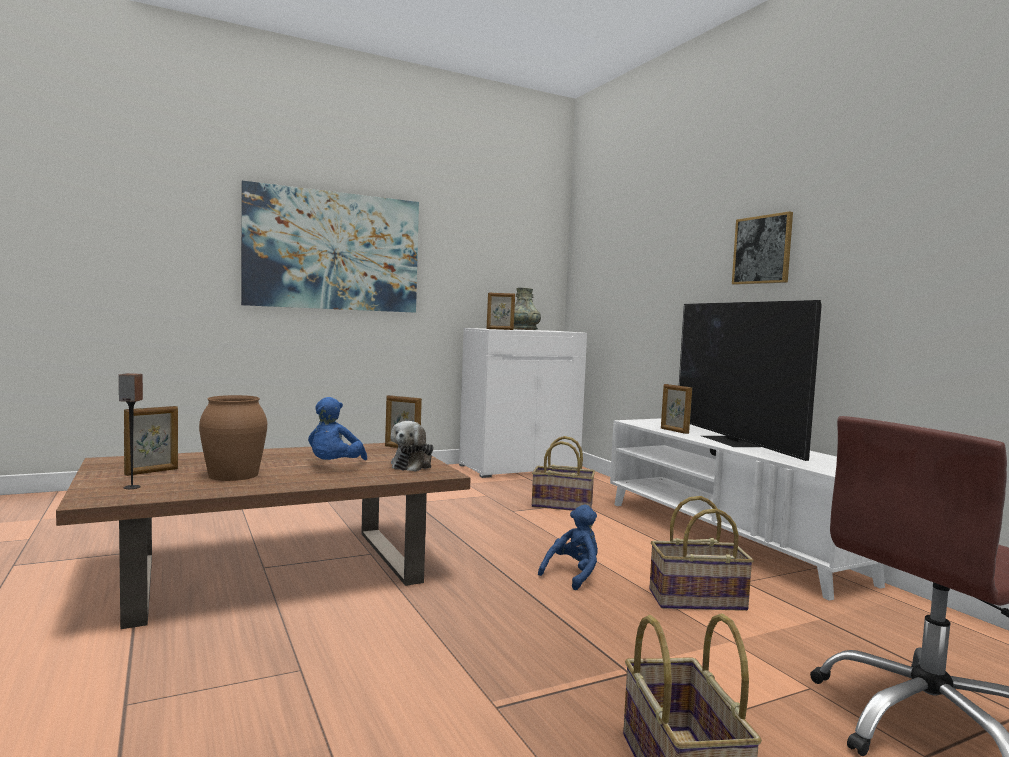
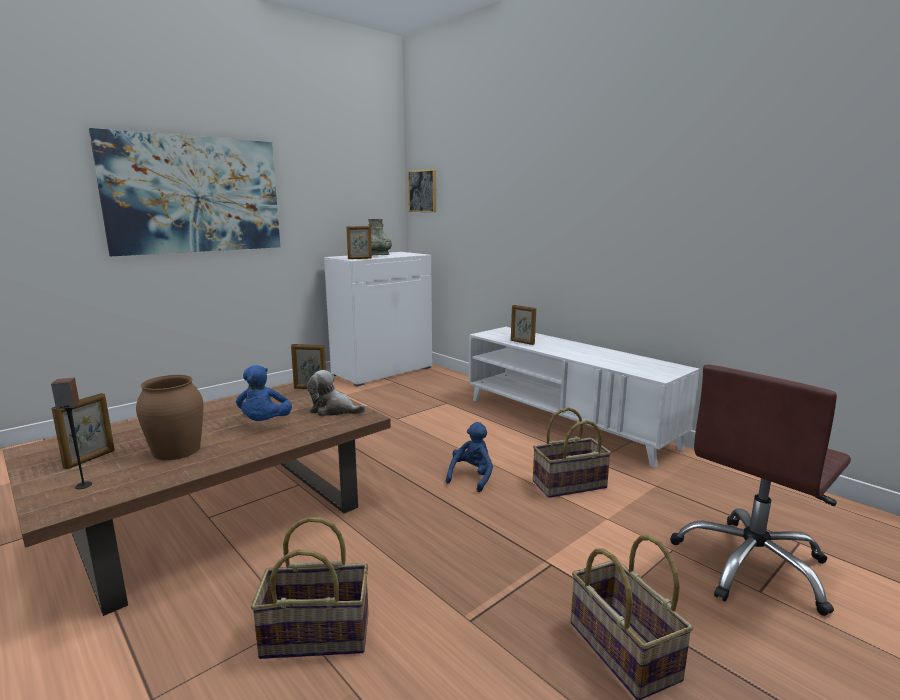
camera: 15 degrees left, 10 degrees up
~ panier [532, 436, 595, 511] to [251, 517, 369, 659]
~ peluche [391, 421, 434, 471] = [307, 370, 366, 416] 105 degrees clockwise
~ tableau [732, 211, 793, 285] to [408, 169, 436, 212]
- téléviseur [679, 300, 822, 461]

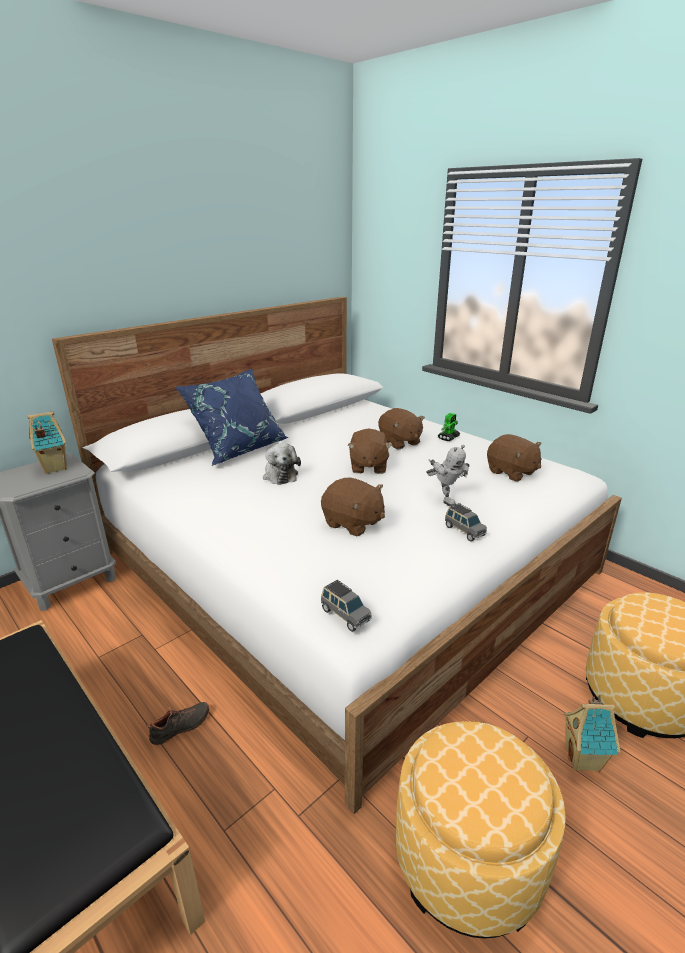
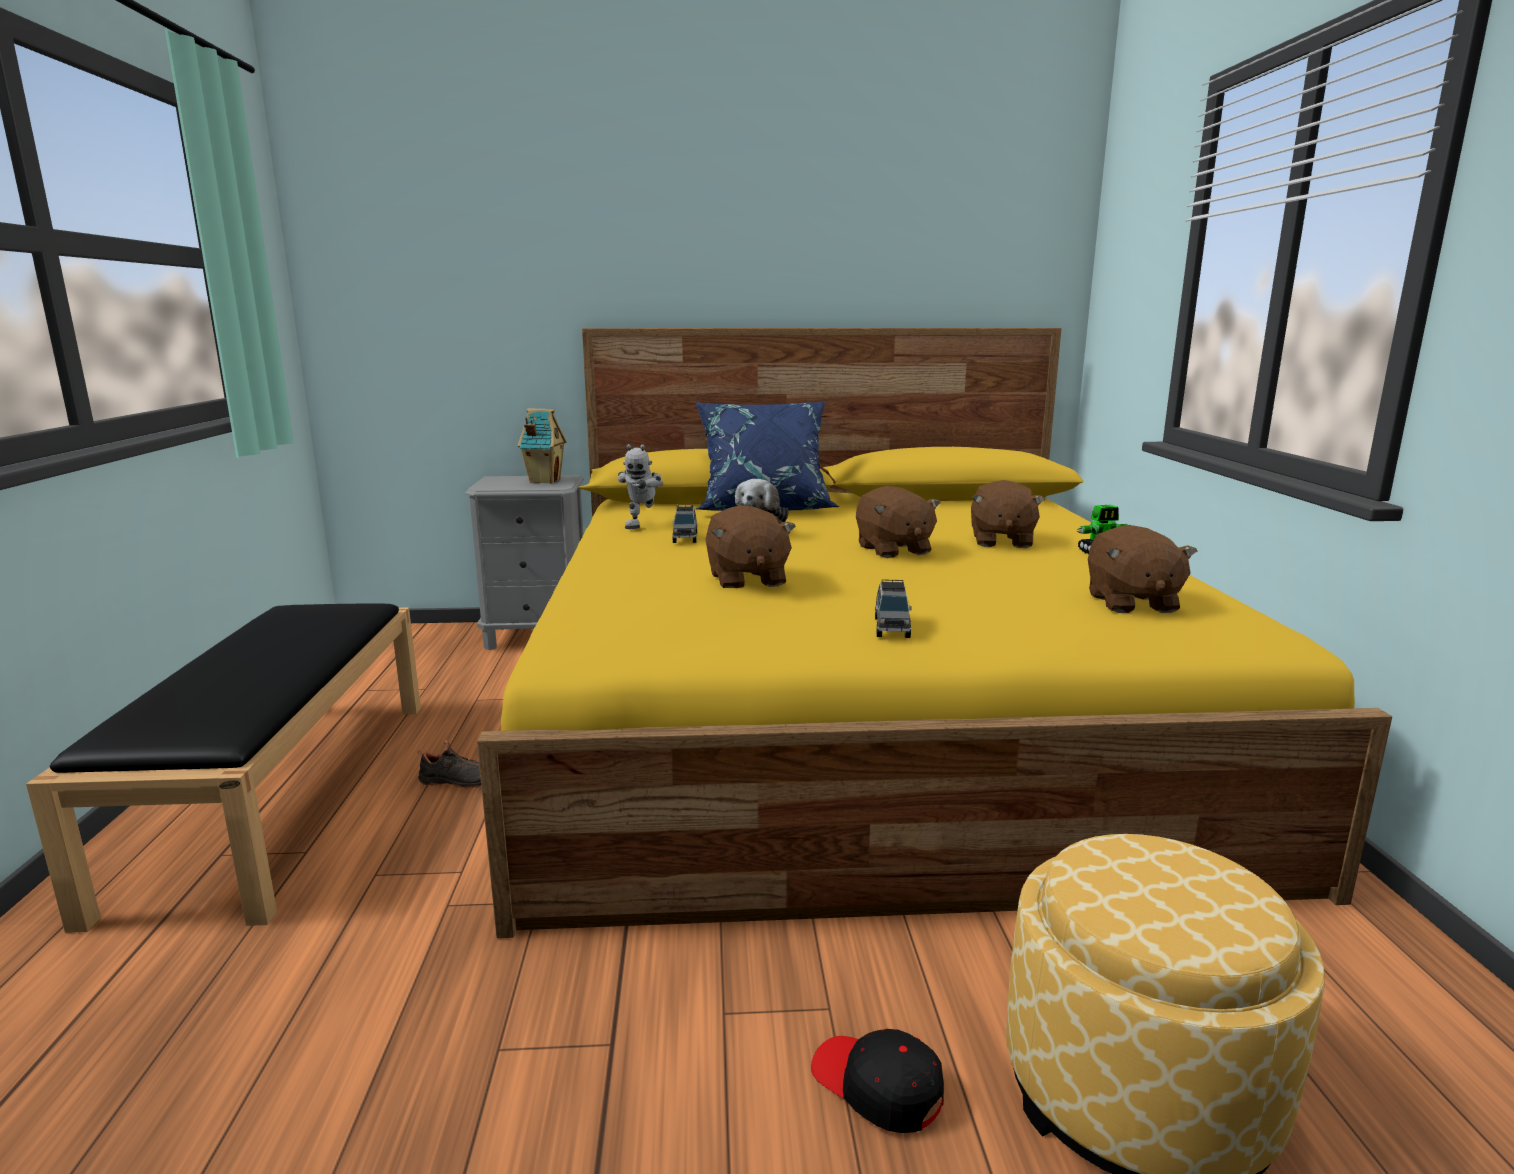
camera: 40 degrees right, 10 degrees down
~ lit [blanc] [52, 297, 622, 814] to lit [jaune] [477, 328, 1392, 938]
~ robot jouet [426, 445, 469, 507] to [618, 444, 663, 529]
~ petite voiture [gris] [321, 580, 372, 632] to [672, 505, 697, 543]
~ maison miniature [563, 695, 621, 772] to casquette [noir] [811, 1029, 944, 1133]
~ peluche [marron] [348, 429, 392, 474] = [856, 486, 940, 558] 60 degrees counterclockwise
- pouf [396, 721, 566, 939]

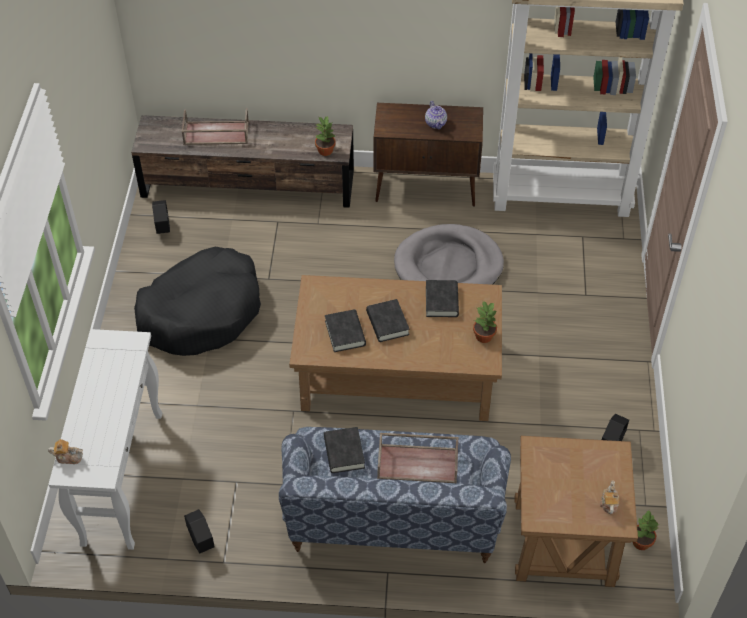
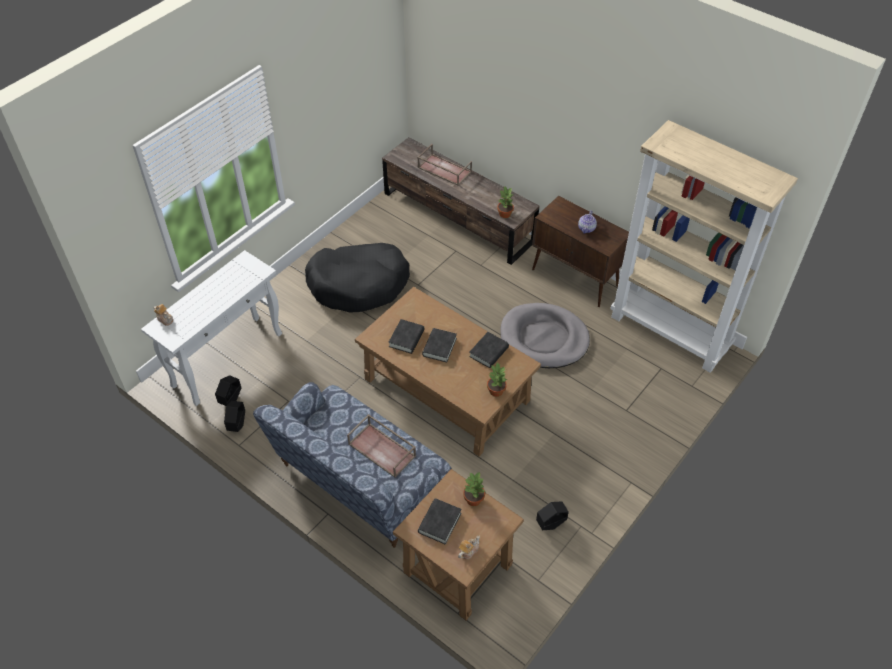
camera: 35 degrees right, 0 degrees up
~ cache-pot [noir] [152, 200, 170, 234] to [215, 375, 241, 406]
~ livre [noir] [324, 427, 365, 473] to [418, 498, 461, 545]
~ plante en pot [633, 510, 659, 550] to [463, 472, 485, 506]

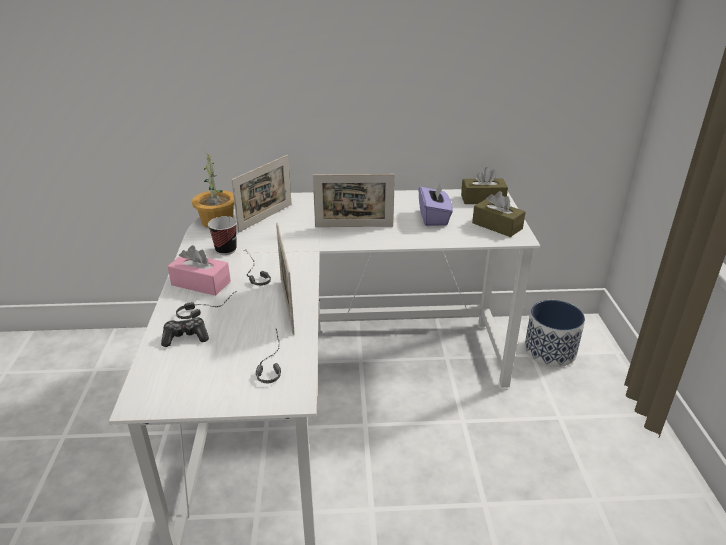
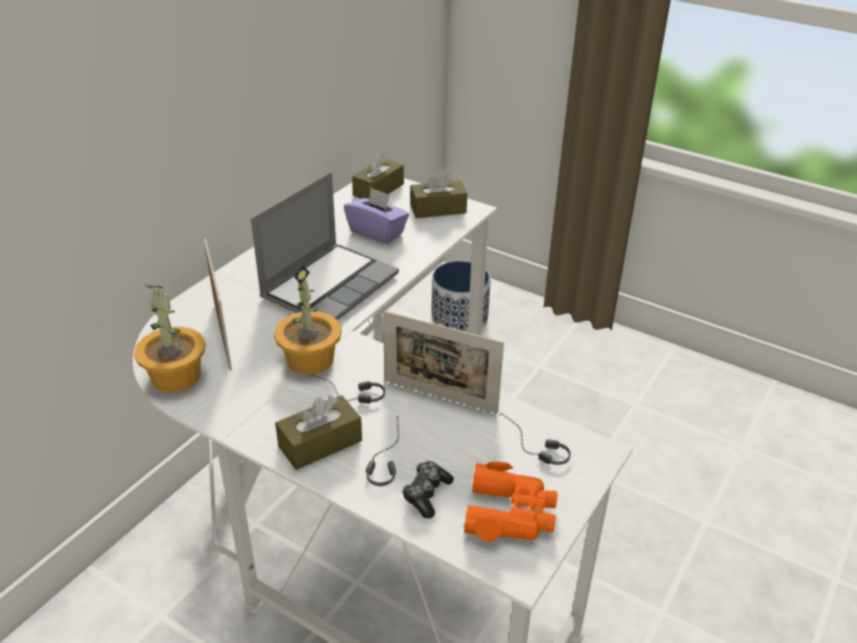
camera: 55 degrees left, 5 degrees up
~ cadre photo [313, 174, 395, 227] to ordinateur portable [251, 172, 399, 320]
+ plante en pot [274, 266, 342, 374]
~ boîte à mouchoirs [rose] [168, 245, 231, 296] to boîte à mouchoirs [marron] [275, 395, 362, 470]
+ jumelles [orange] [464, 462, 558, 542]
- tasse [208, 216, 237, 255]

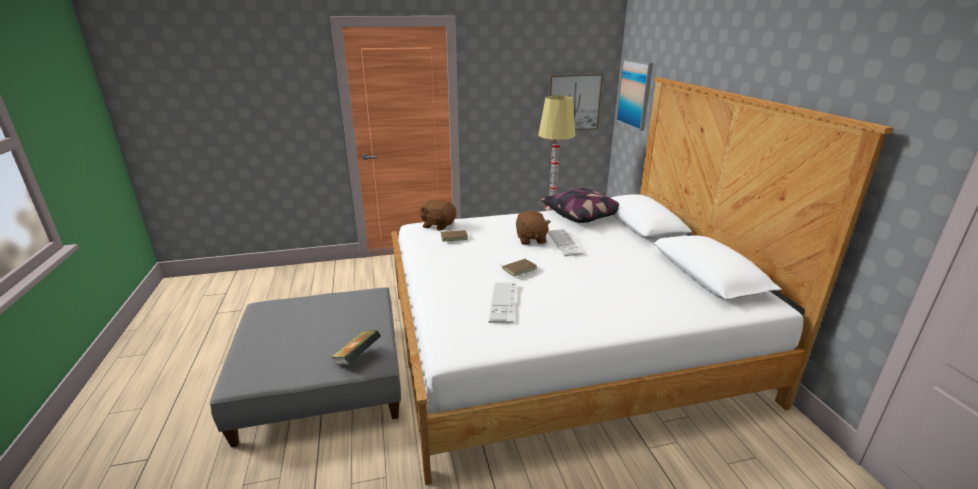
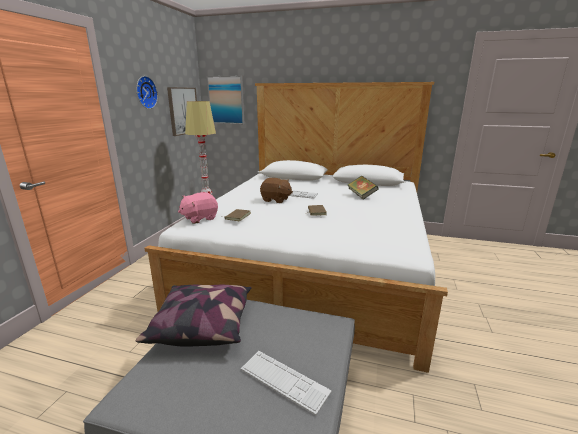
camera: 60 degrees left, 5 degrees down
+ horloge murale [136, 76, 158, 109]
~ coussin [541, 188, 619, 223] to [136, 285, 252, 347]
~ peluche [marron] [420, 199, 456, 231] to peluche [rose] [178, 192, 218, 224]
~ clavier [488, 282, 517, 323] to [241, 351, 332, 415]
~ livre [330, 330, 381, 365] to [348, 176, 379, 200]

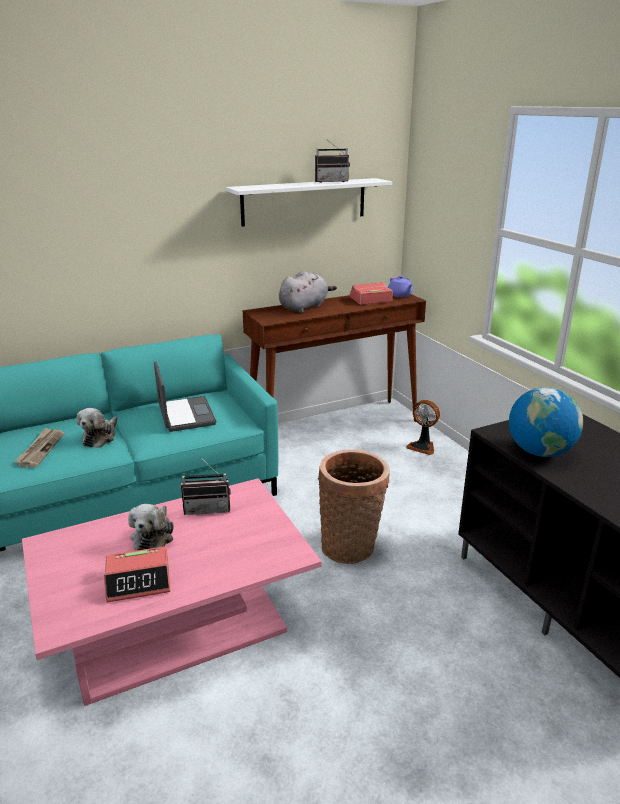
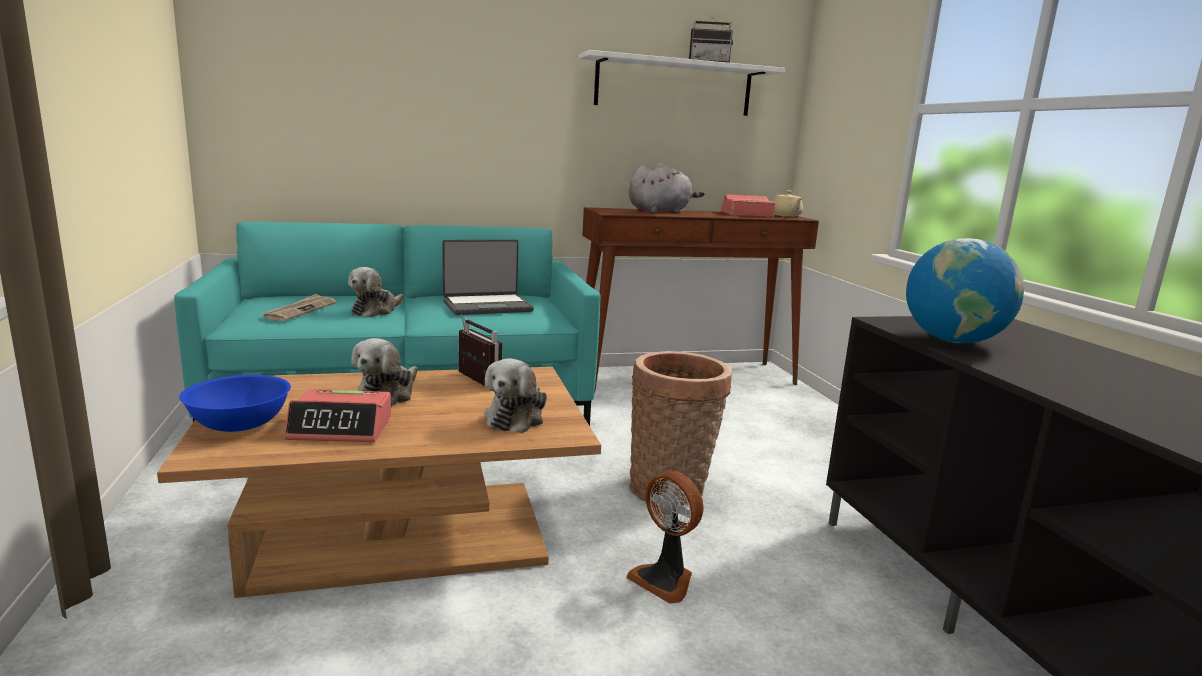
camera: 10 degrees right, 10 degrees down
~ table basse [rose] [22, 478, 322, 706] to table basse [marron] [157, 367, 601, 598]
+ bol [bleu] [179, 375, 291, 432]
~ ordinateur portable [154, 361, 216, 432] = [442, 239, 534, 315] 75 degrees clockwise
~ radio [181, 456, 231, 515] = [459, 314, 503, 386] 135 degrees counterclockwise
+ peluche [484, 358, 547, 433]
~ ventilateur [406, 400, 440, 455] to [626, 471, 704, 604]
~ théière [violet] [388, 275, 413, 297] to théière [beige] [773, 190, 803, 217]

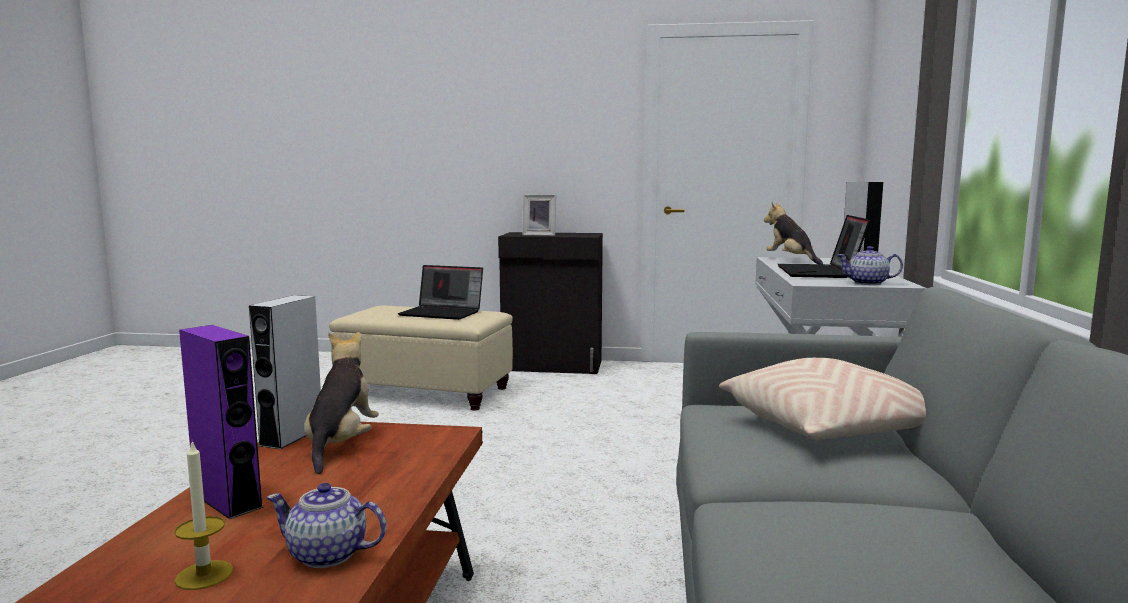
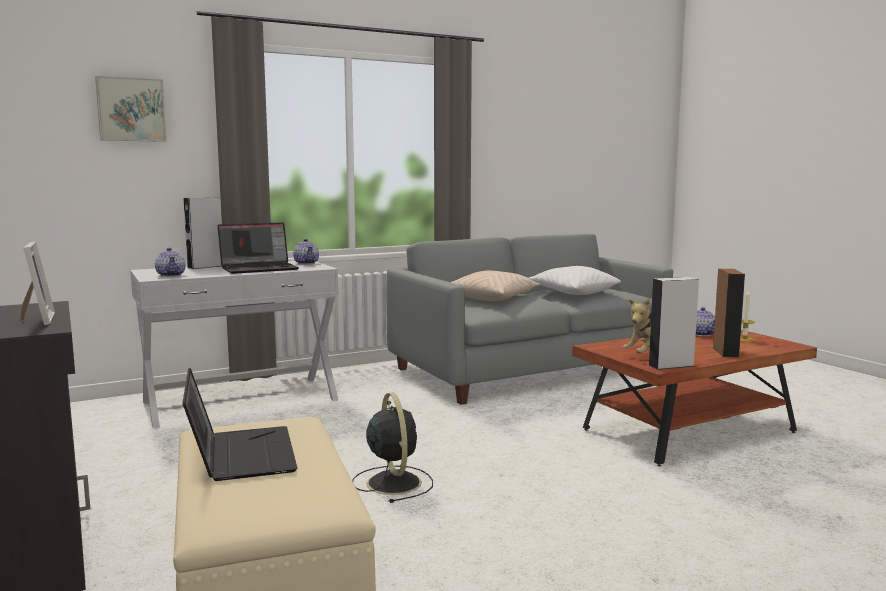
camera: 125 degrees left, 0 degrees up
+ tableau [95, 76, 167, 142]
~ peluche [764, 202, 823, 264] to théière [155, 248, 185, 277]
+ ventilateur [noir] [352, 393, 433, 503]
+ coussin [blanc] [529, 266, 621, 295]
~ enceinte [violet] [179, 325, 264, 519] to enceinte [marron] [713, 269, 745, 358]

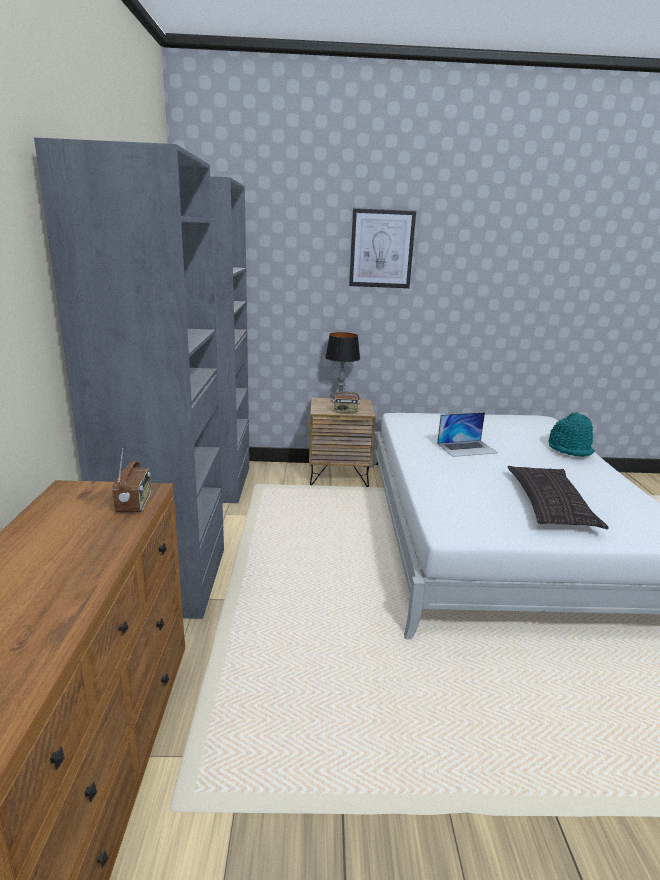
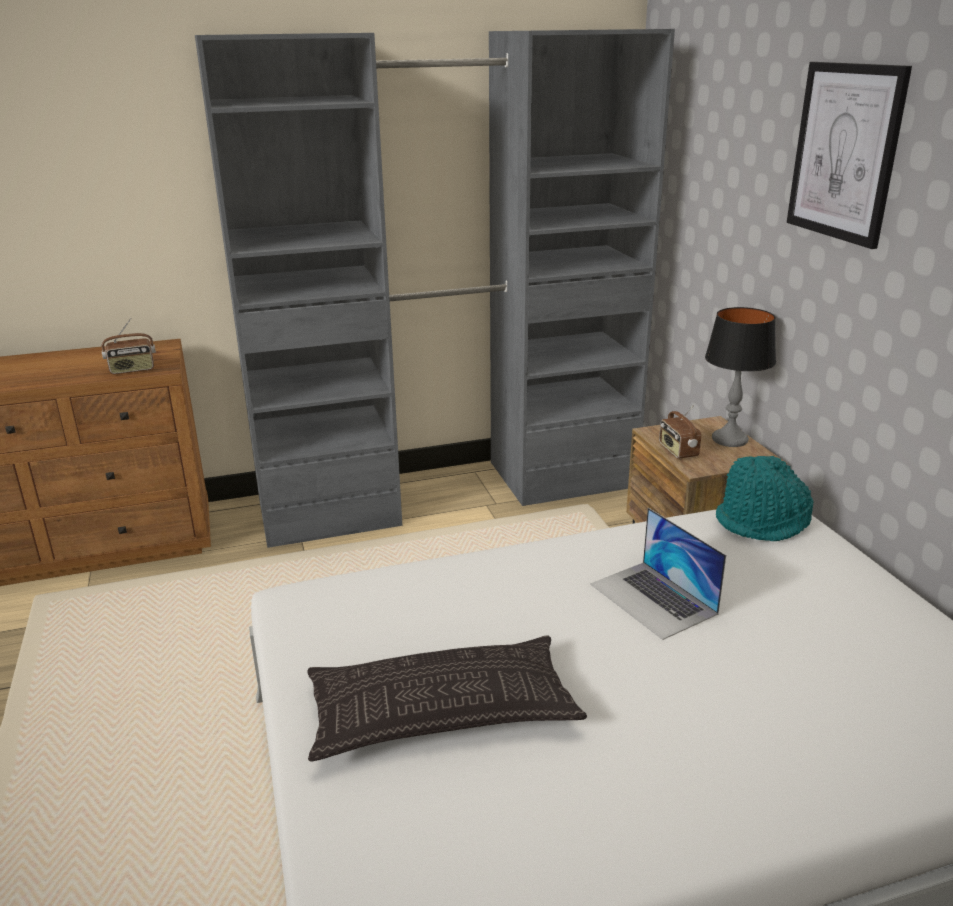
camera: 75 degrees right, 5 degrees up
~ chapeau [turquoise] [548, 412, 595, 457] to [716, 456, 813, 541]

